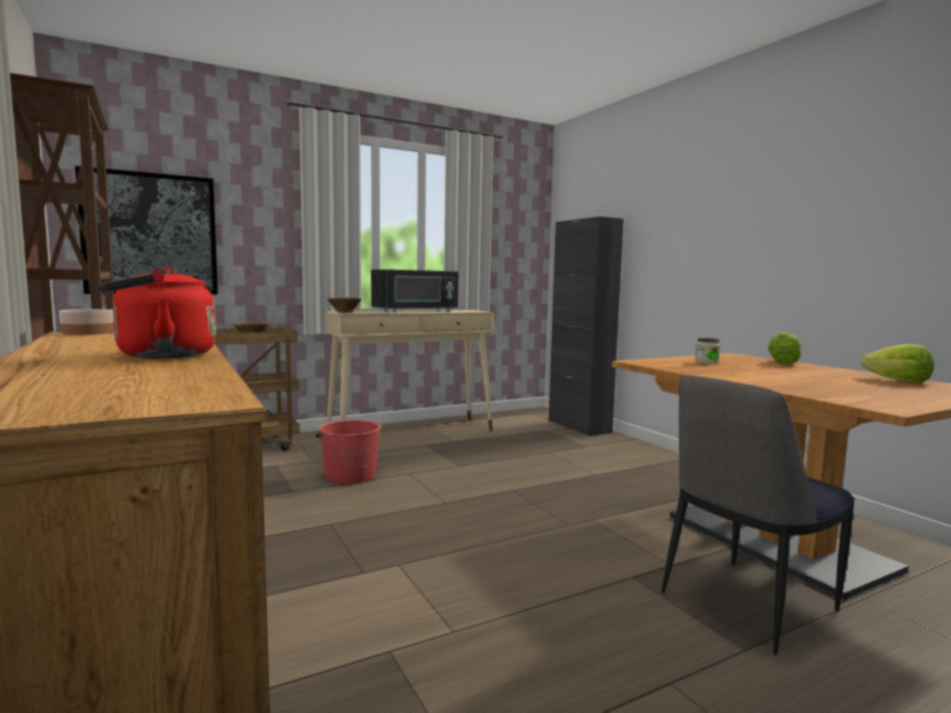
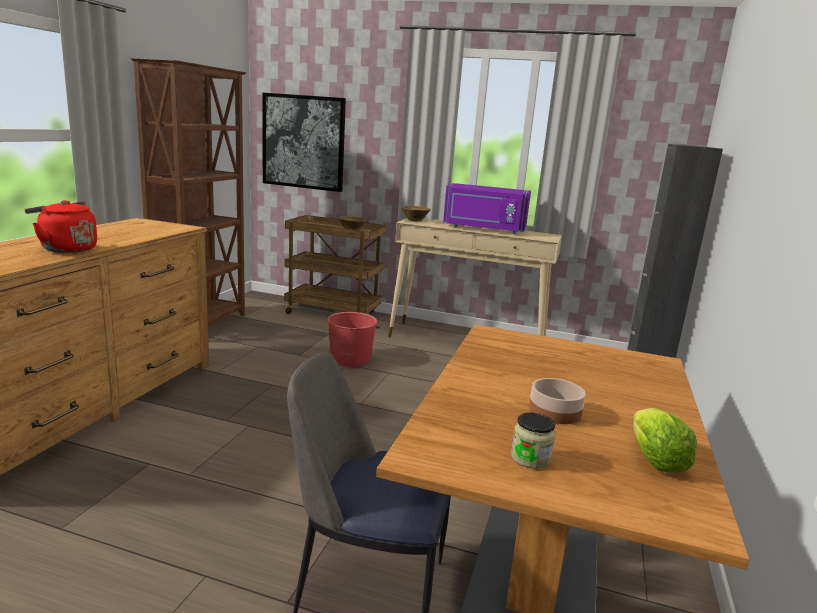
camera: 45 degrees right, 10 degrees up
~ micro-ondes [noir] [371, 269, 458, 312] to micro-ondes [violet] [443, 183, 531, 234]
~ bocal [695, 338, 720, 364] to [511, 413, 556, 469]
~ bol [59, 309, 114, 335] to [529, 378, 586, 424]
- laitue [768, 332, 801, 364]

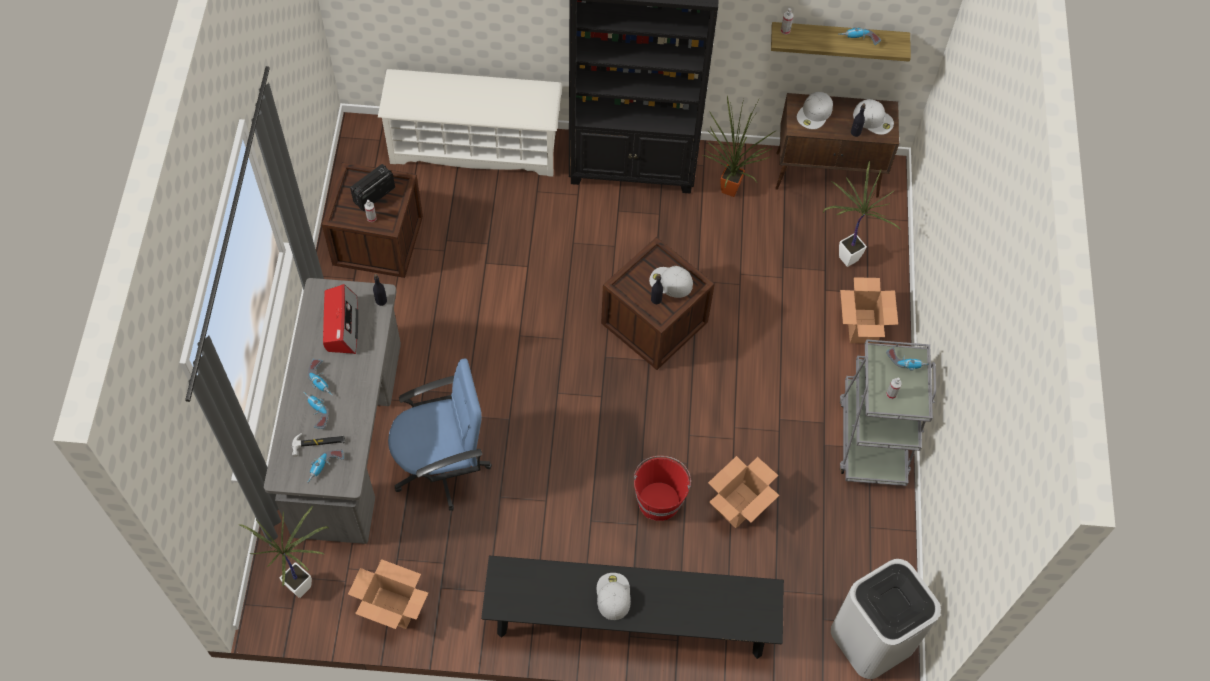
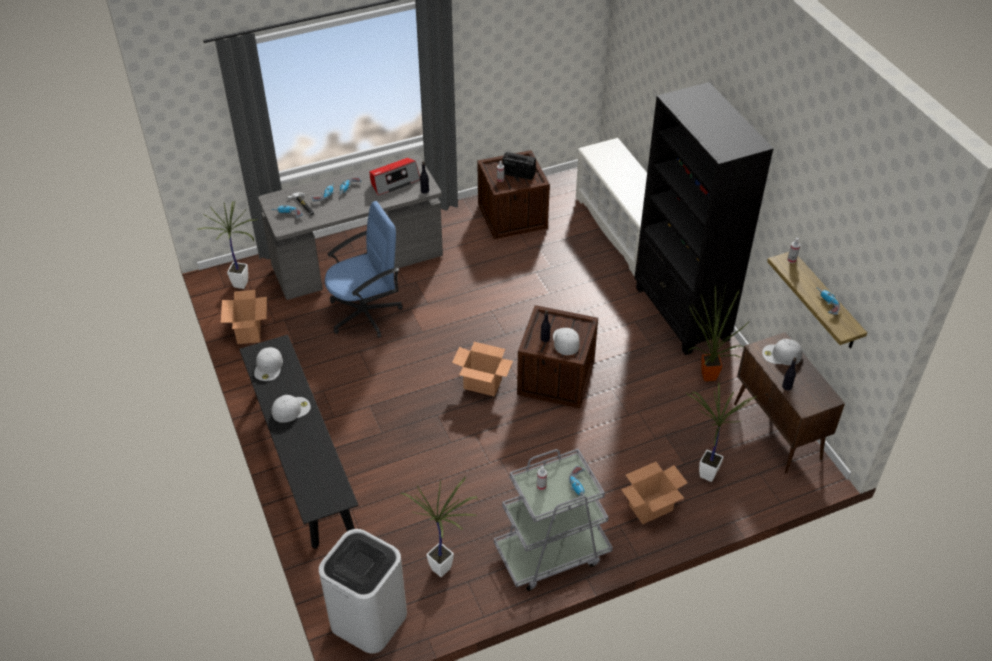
camera: 65 degrees right, 15 degrees down
~ casquette [blanc] [853, 99, 894, 135] to [254, 347, 283, 381]
~ chaise de bureau [bleu] [388, 358, 492, 511] = [325, 201, 403, 338] 75 degrees counterclockwise
+ plante en pot [401, 477, 478, 577]
~ carton [708, 456, 779, 528] to [452, 342, 513, 397]
- seau [rouge] [634, 456, 691, 521]

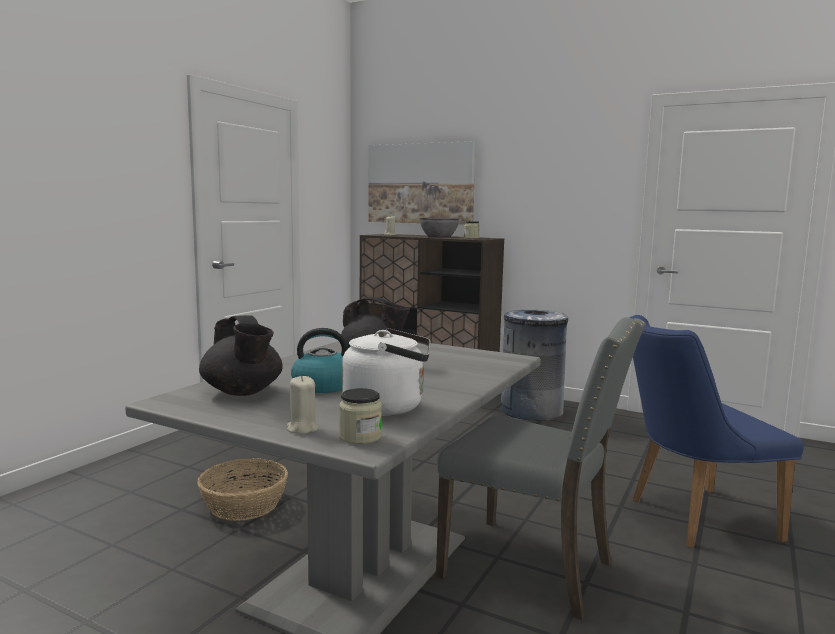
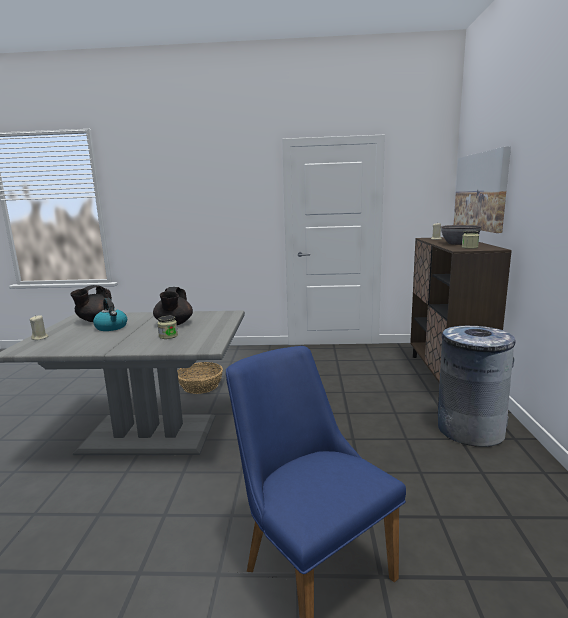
camera: 65 degrees right, 5 degrees up
~ bocal [339, 388, 382, 444] to [157, 315, 178, 339]
- bouilloire [blanc] [342, 328, 431, 416]
- chaise [gris] [436, 317, 646, 620]

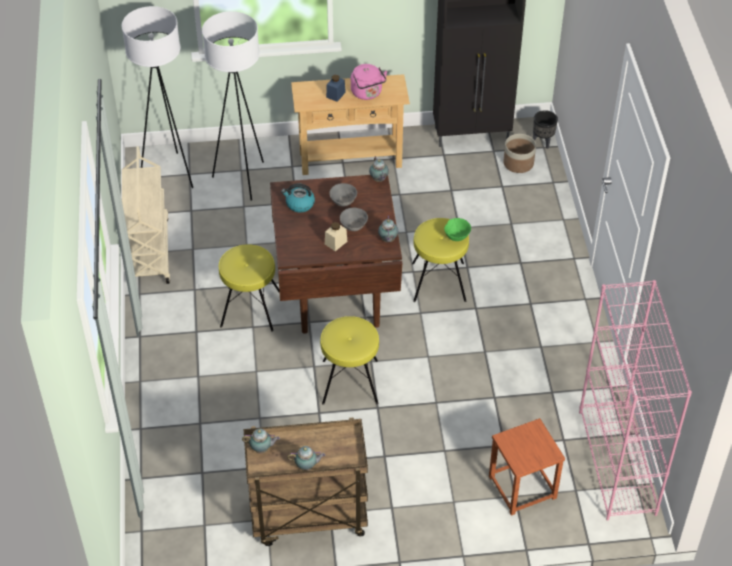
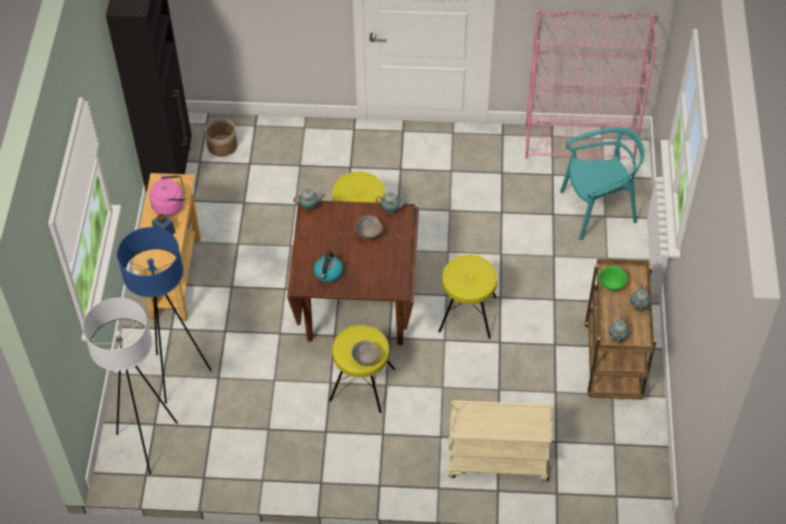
camera: 80 degrees left, 5 degrees up
~ lampadaire [blanc] [202, 11, 264, 200] to lampadaire [bleu] [117, 227, 212, 403]
~ bol [gris] [329, 183, 357, 206] to [352, 341, 380, 366]
~ chariot [beige] [122, 146, 170, 284] to [447, 400, 554, 481]
~ tabouret [marron] [489, 418, 565, 516] to chaise [turquoise] [560, 127, 645, 240]
~ bol [vert] [444, 218, 471, 241] to [599, 266, 627, 291]
- bocal [beige] [325, 222, 347, 251]
- cache-pot [noir] [533, 110, 558, 149]

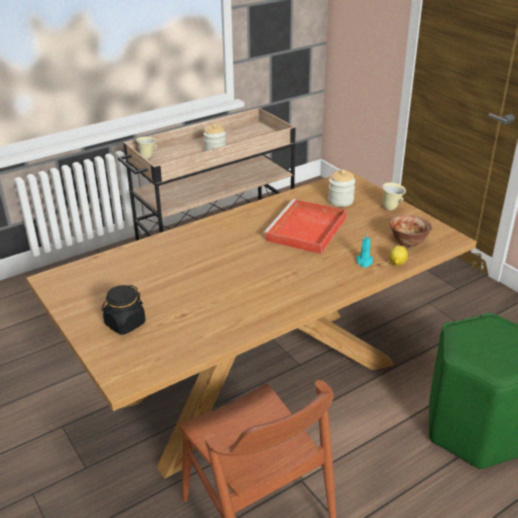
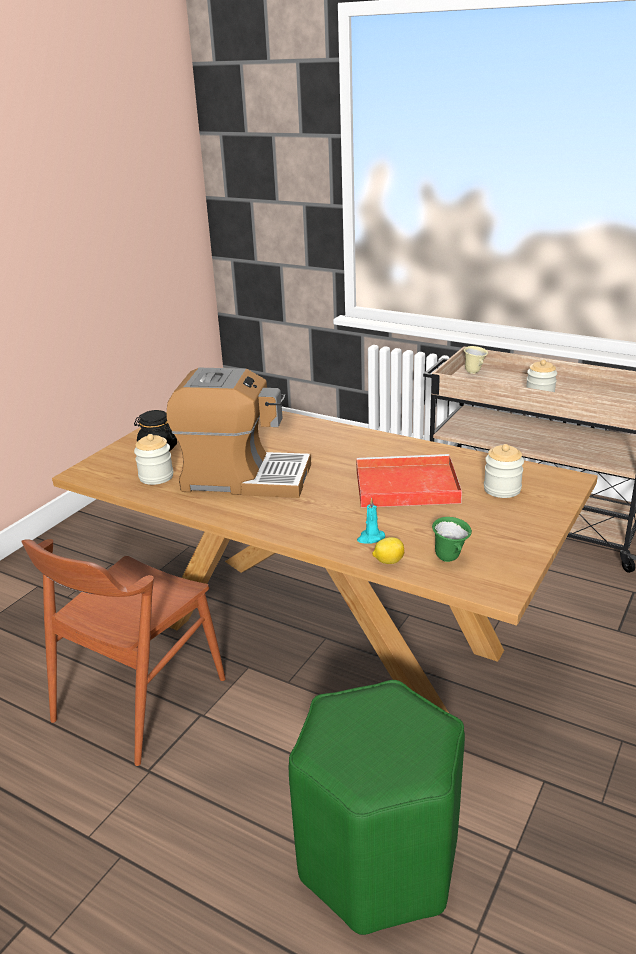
camera: 65 degrees right, 5 degrees down
+ bocal [134, 434, 173, 485]
+ machine à café [167, 368, 311, 498]
~ bol [390, 215, 433, 247] to mug [vert] [432, 517, 472, 562]
- mug [beige] [382, 183, 406, 210]

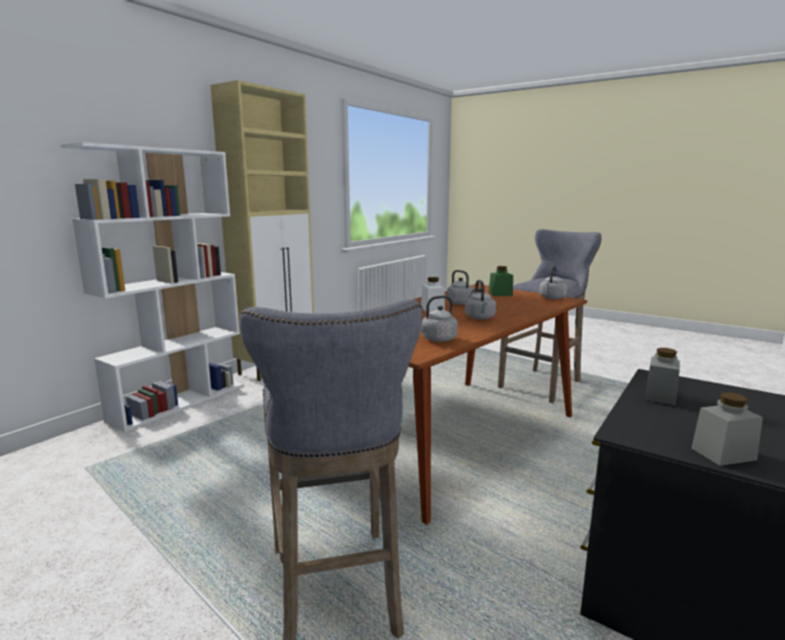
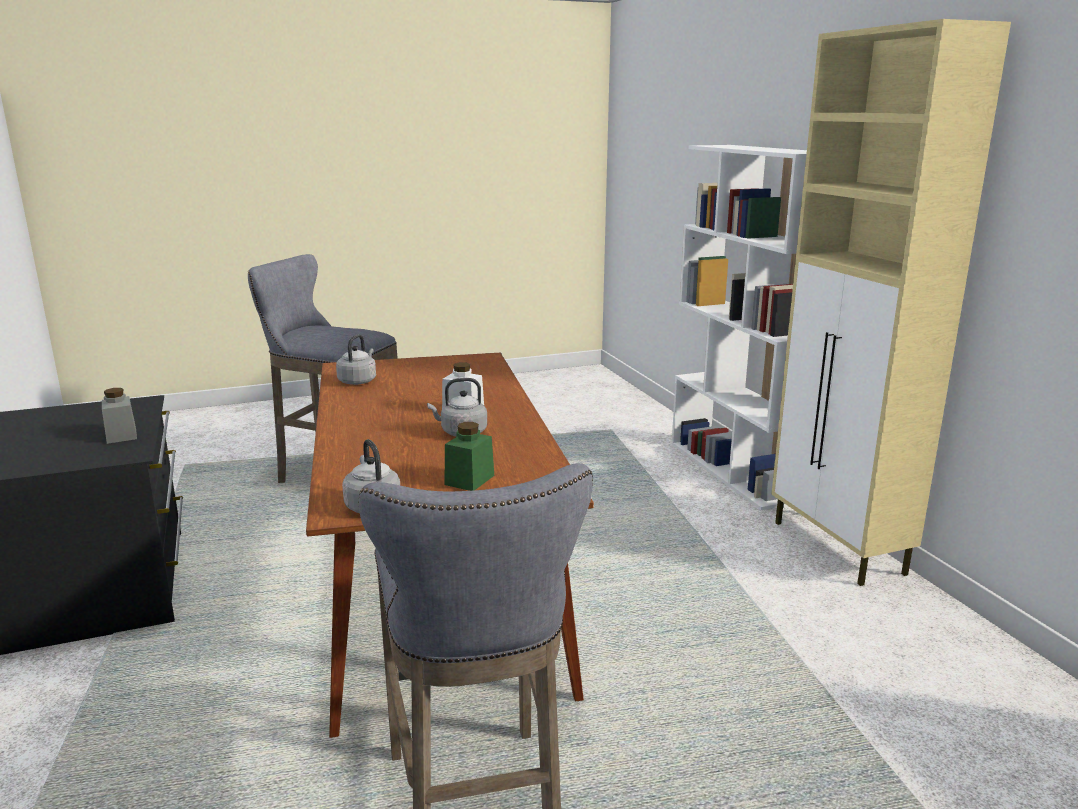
camera: 125 degrees right, 5 degrees up
- bouilloire [gris] [465, 280, 496, 319]
- bocal [gris] [691, 392, 763, 466]

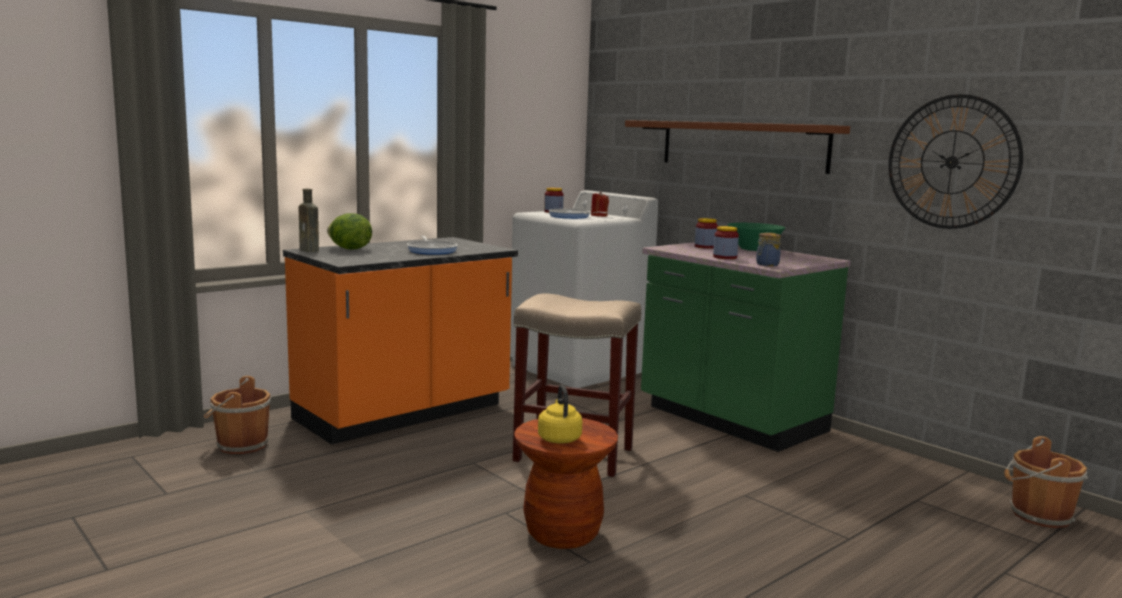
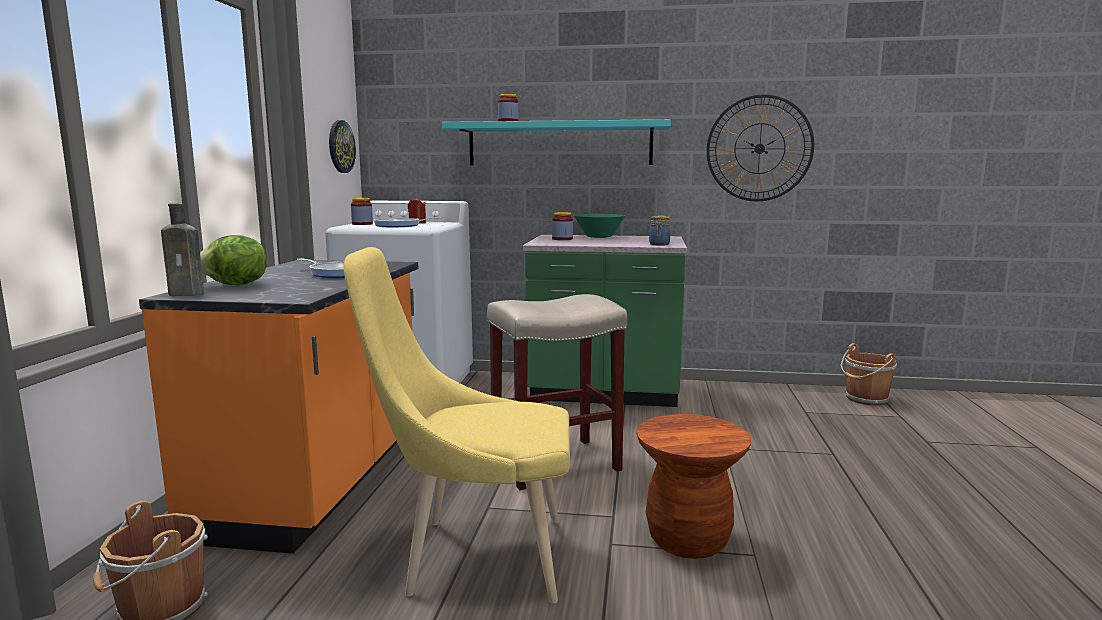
camera: 40 degrees left, 0 degrees up
+ horloge murale [329, 120, 356, 173]
+ chaise [jaune] [344, 247, 570, 603]
~ étagère [marron] [625, 120, 850, 174] to étagère [turquoise] [442, 119, 671, 165]
~ bocal [713, 226, 739, 259] to [498, 94, 518, 121]
- bouilloire [jaune] [538, 385, 582, 443]

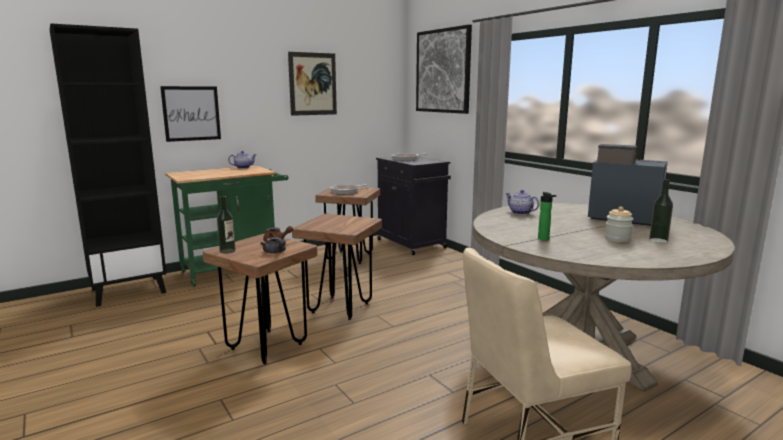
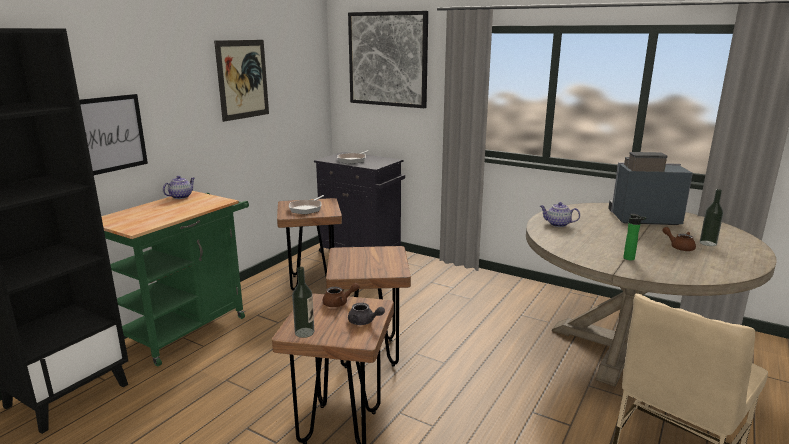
camera: 25 degrees left, 5 degrees up
~ bocal [605, 207, 633, 242] to théière [marron] [662, 227, 696, 251]

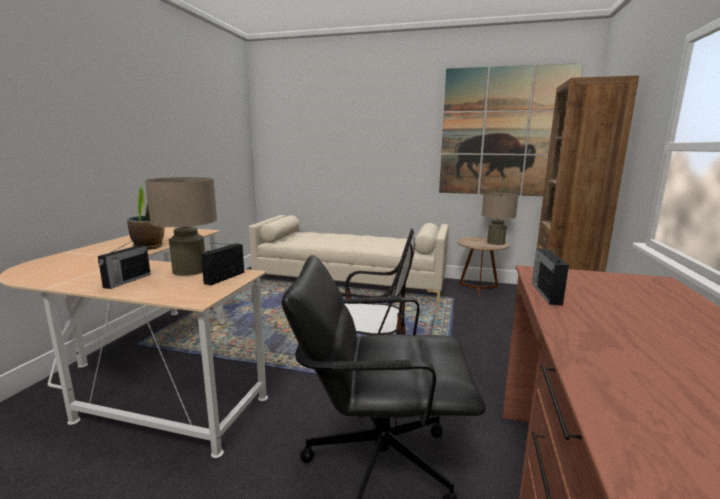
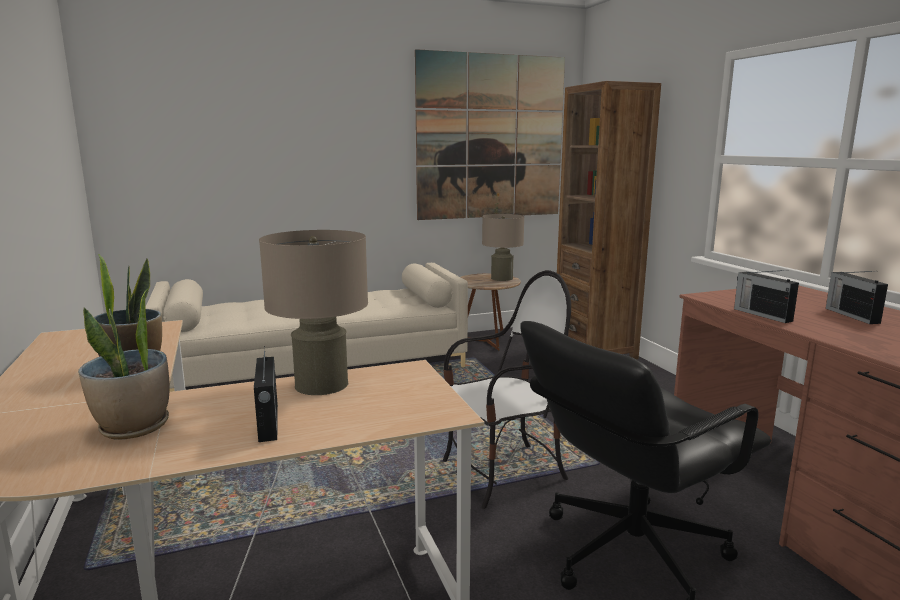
camera: 35 degrees left, 0 degrees up
+ plante en pot [78, 289, 170, 440]
~ radio [201, 243, 244, 285] to [826, 271, 888, 324]

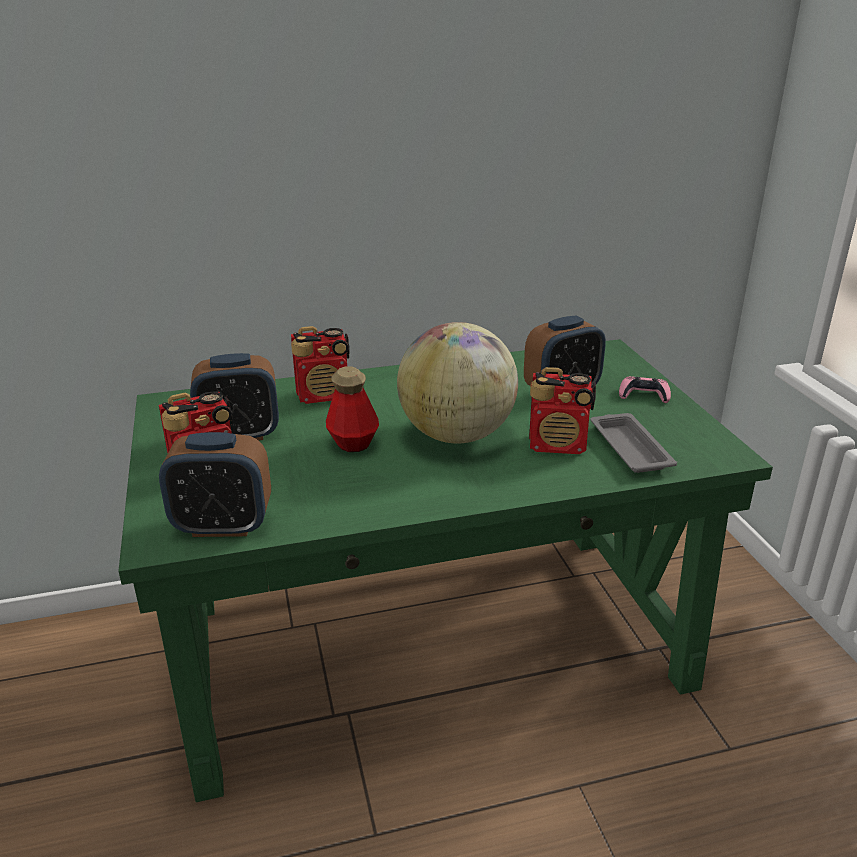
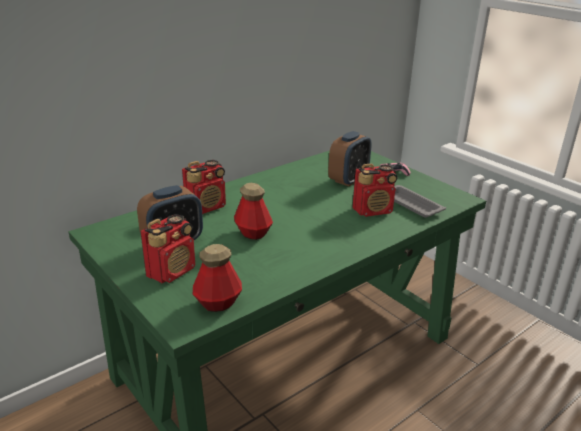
camera: 25 degrees left, 0 degrees up
~ réveil [159, 432, 271, 537] to bouteille [193, 244, 242, 312]
- globe [397, 322, 518, 444]

